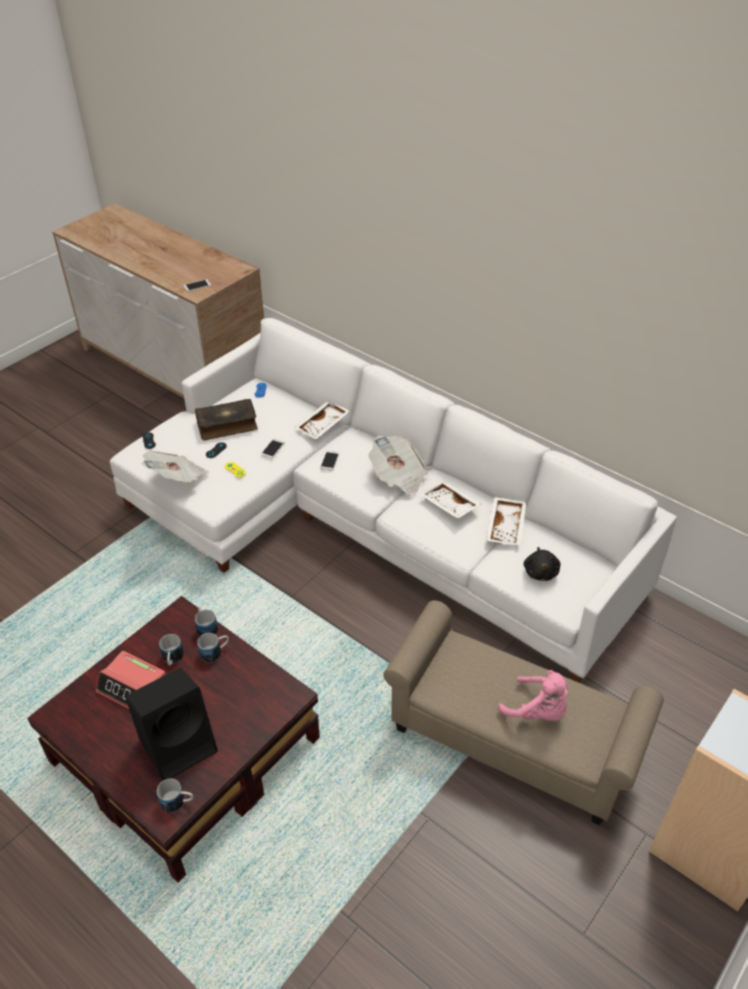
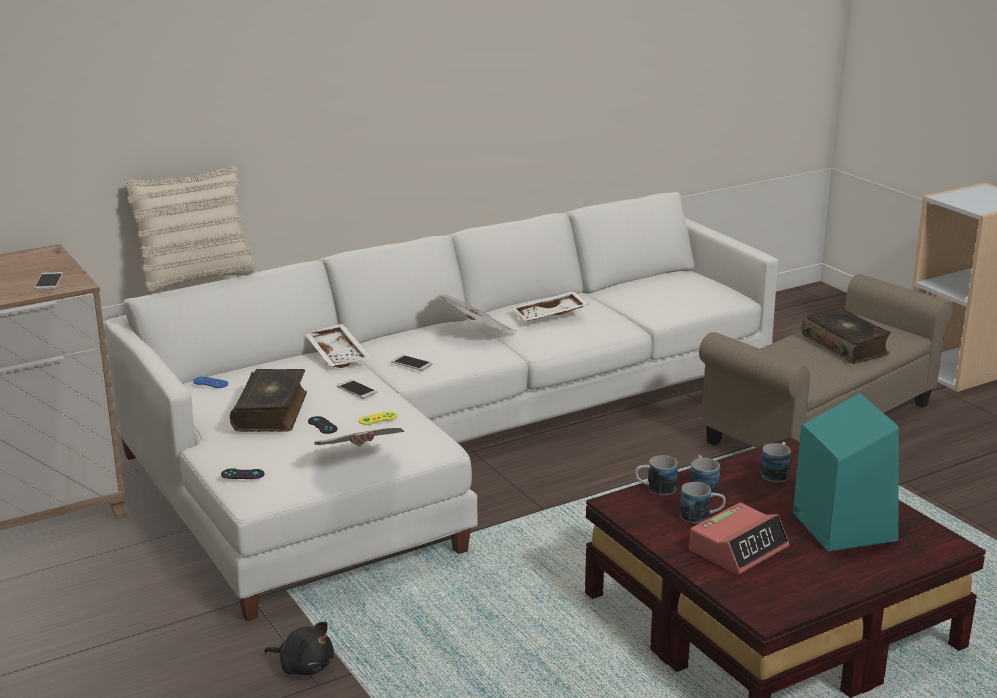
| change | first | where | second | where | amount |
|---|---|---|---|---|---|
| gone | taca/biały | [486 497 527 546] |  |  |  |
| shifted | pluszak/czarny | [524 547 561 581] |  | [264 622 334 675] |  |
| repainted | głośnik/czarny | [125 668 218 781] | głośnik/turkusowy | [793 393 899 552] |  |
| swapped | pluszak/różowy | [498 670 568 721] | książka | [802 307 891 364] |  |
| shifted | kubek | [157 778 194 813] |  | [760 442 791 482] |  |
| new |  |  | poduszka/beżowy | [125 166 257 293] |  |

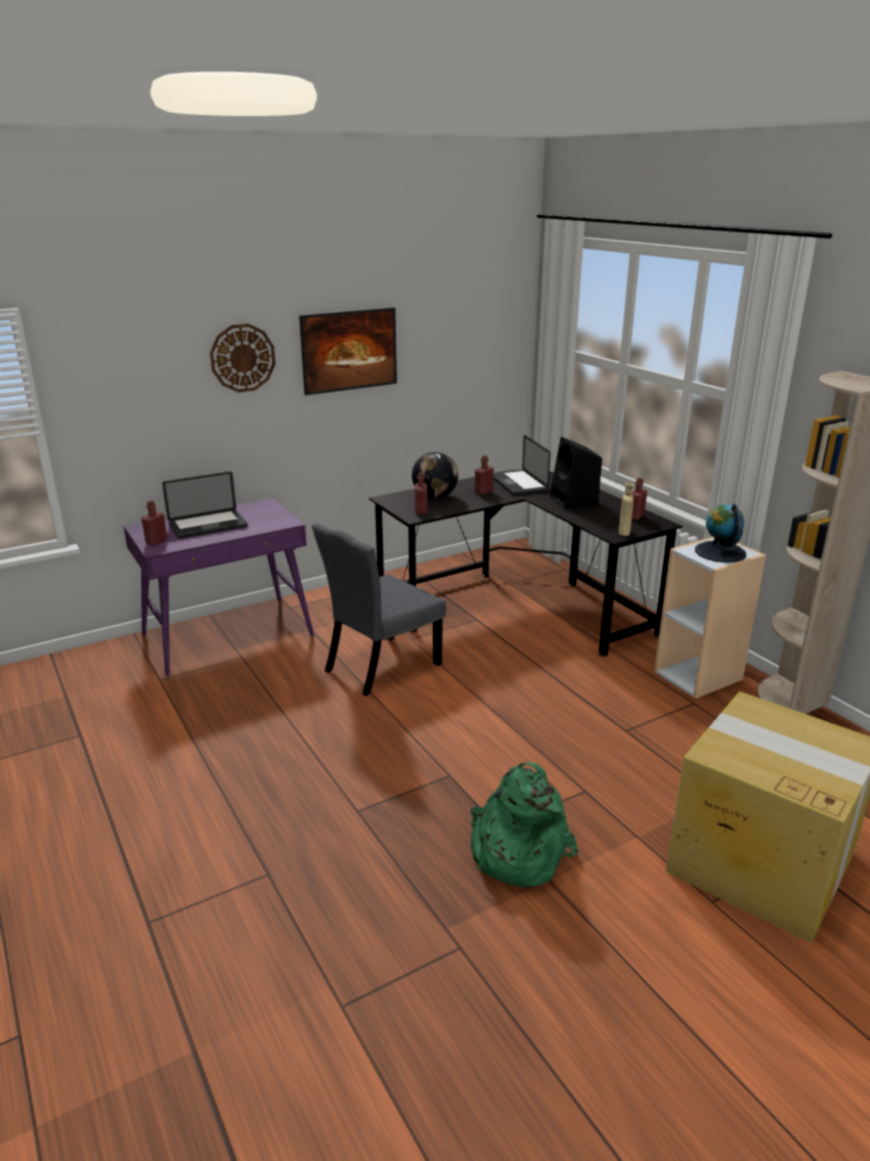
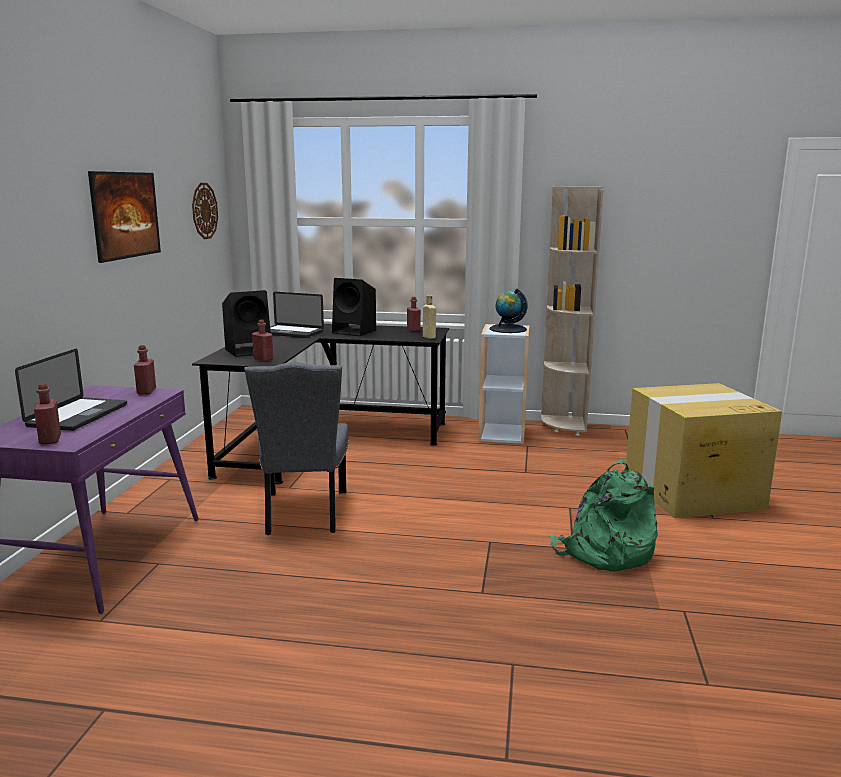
| change | first | where | second | where | amount |
|---|---|---|---|---|---|
| shifted | zegar ścienny | [210 324 276 392] |  | [192 183 218 239] |  |
| swapped | globus | [412 452 458 499] | głośnik/czarny | [222 290 271 357] |  |
| shifted | butelka/czerwony | [475 455 494 495] |  | [134 345 156 395] |  |

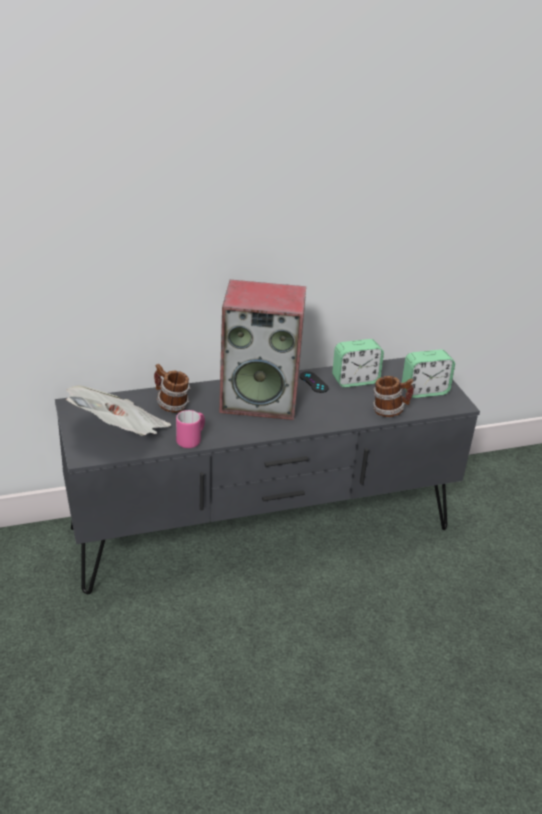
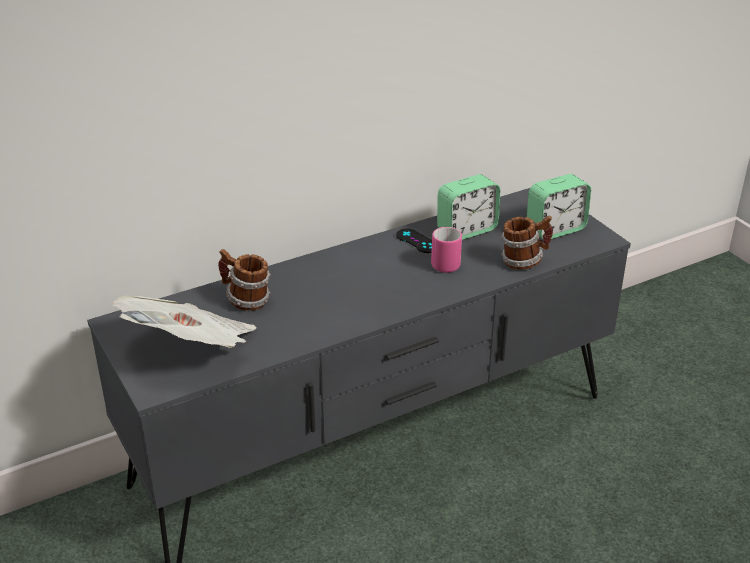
| change | first | where | second | where | amount |
|---|---|---|---|---|---|
| gone | głośnik | [219 280 306 420] |  |  |  |
| shifted | kubek/różowy | [176 410 205 448] |  | [431 227 462 273] |  |

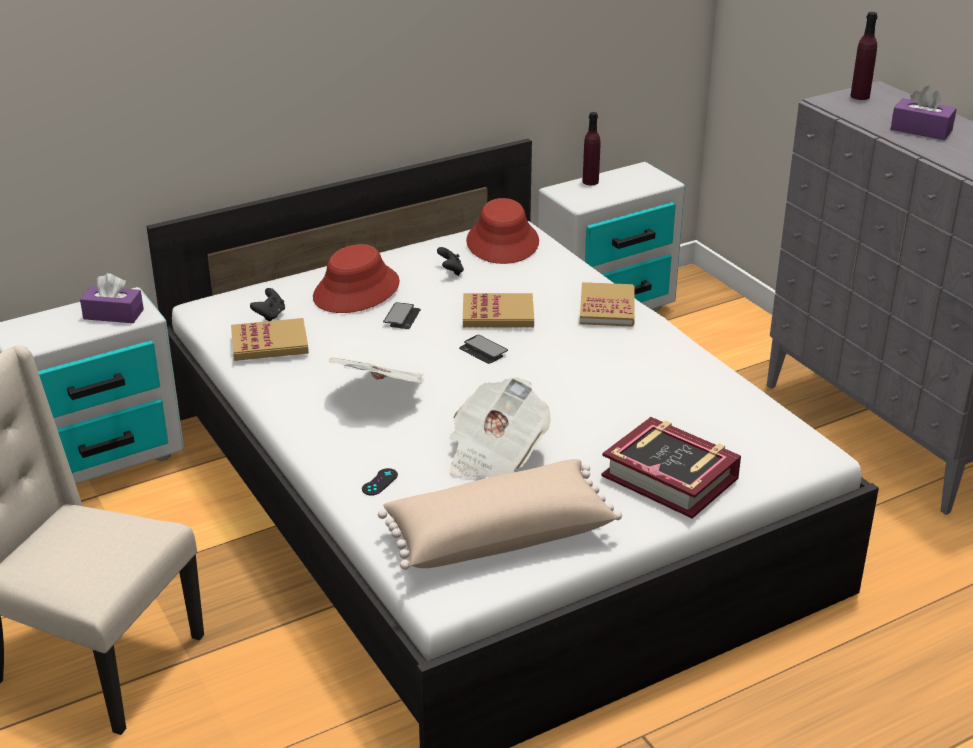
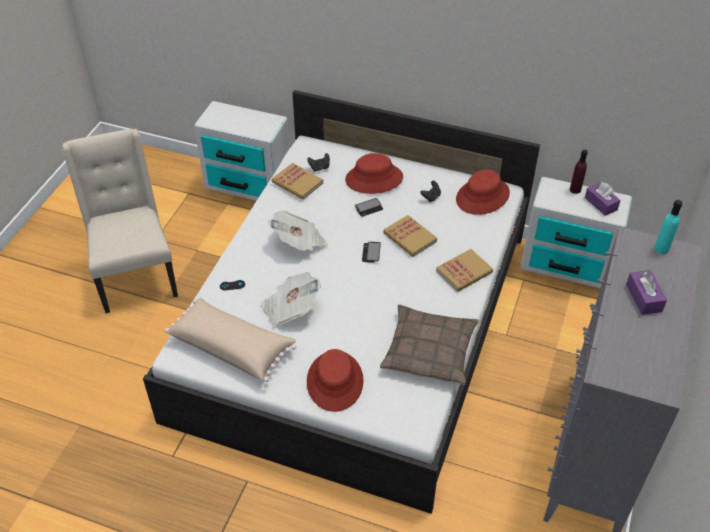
| change | first | where | second | where | amount |
|---|---|---|---|---|---|
| repainted | butelka/fioletowy | [850 12 877 100] | butelka/turkusowy | [654 200 682 254] |  |
| shifted | pudełko chusteczek/fioletowy | [80 273 144 323] |  | [585 182 621 216] |  |
| swapped | książka | [601 417 741 519] | kapelusz/czerwony | [307 349 364 412] |  |
| new |  |  | poduszka | [380 304 479 385] |  |

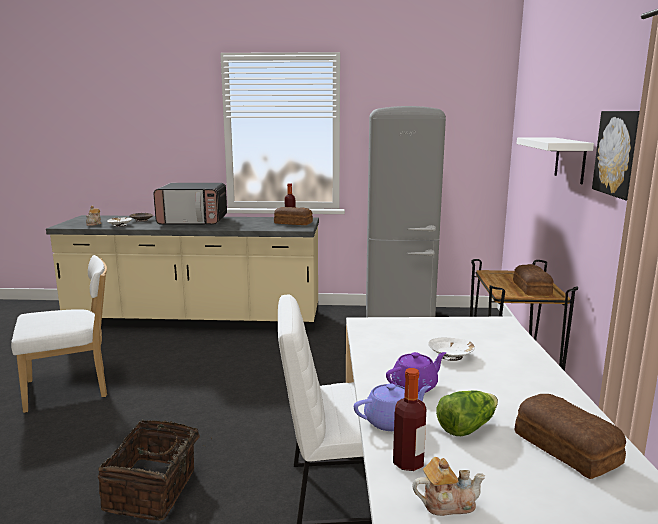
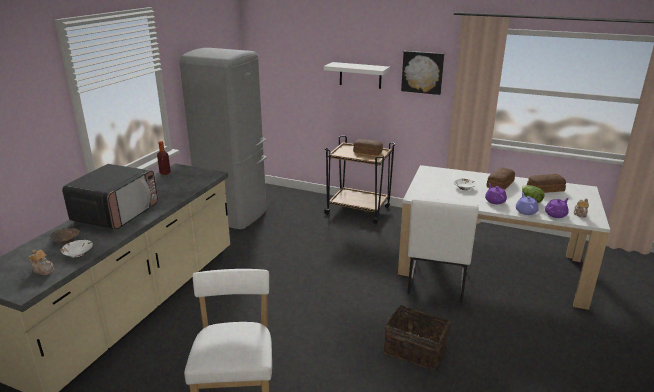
| change | first | where | second | where | amount |
|---|---|---|---|---|---|
| shifted | chleb | [274 207 313 225] |  | [486 167 515 190] |  |
| swapped | butelka | [393 368 426 471] | imbryk/fioletowy | [545 198 569 218] |  |

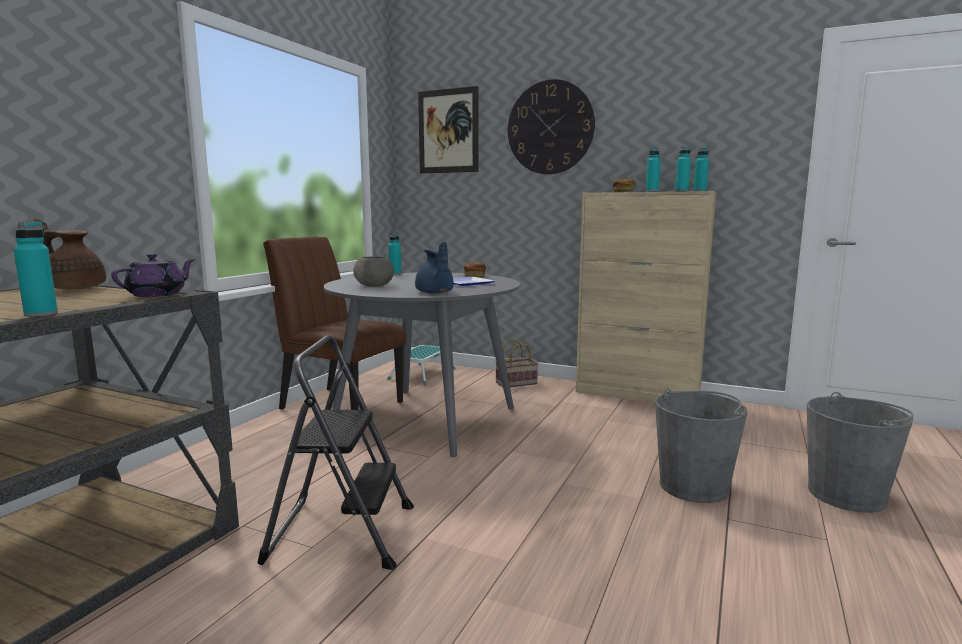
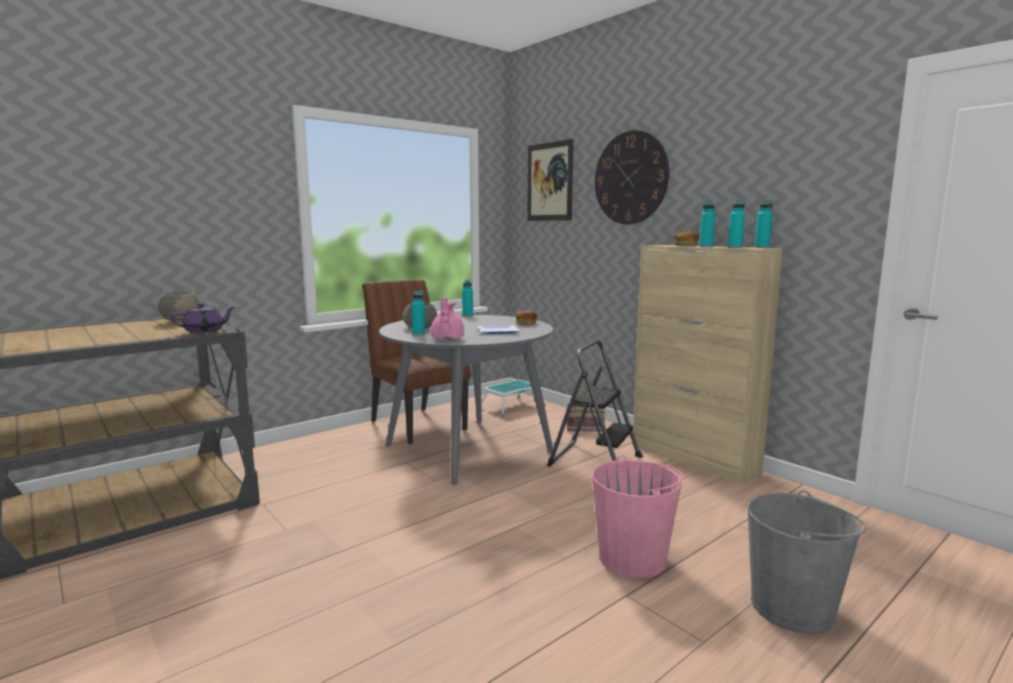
| change | first | where | second | where | amount |
|---|---|---|---|---|---|
| swapped | imbryk/brązowy | [34 218 106 289] | miska/szary | [158 292 201 321] |  |
| shifted | butelka/turkusowy | [14 222 58 317] |  | [411 291 425 335] |  |
| repainted | imbryk/niebieski | [415 242 454 293] | imbryk/różowy | [431 297 464 340] |  |
| shifted | drabinka/czarny | [258 335 414 570] |  | [547 340 643 467] |  |
| repainted | wiadro/szary | [655 388 748 503] | wiadro/różowy | [592 455 683 578] |  |

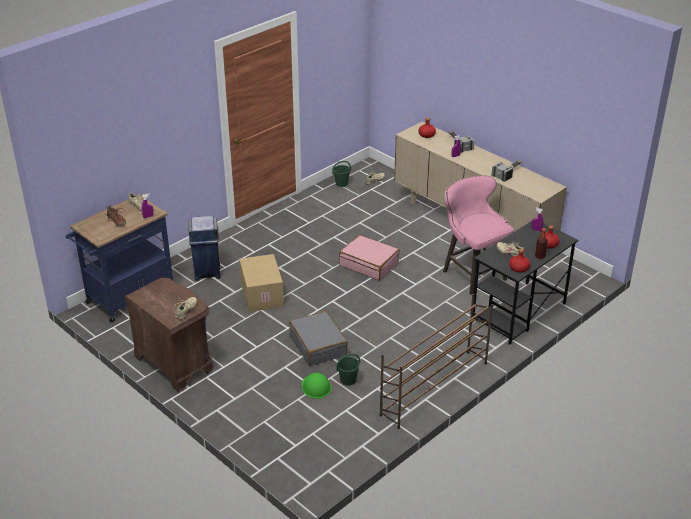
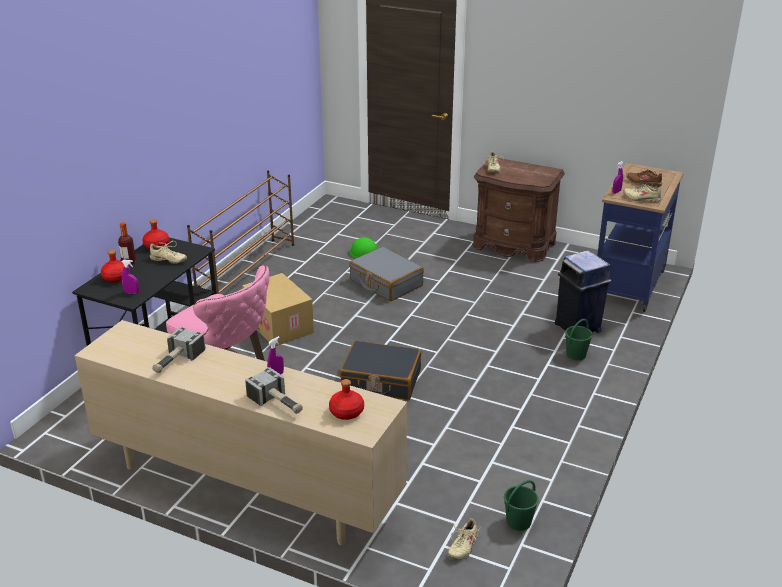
| change | first | where | second | where | amount |
|---|---|---|---|---|---|
| repainted | walizka/różowy | [339 235 400 280] | walizka/czarny | [340 341 421 400] |  |
| shifted | karton | [239 254 284 312] |  | [242 273 314 346] |  |
| shifted | wiadro/zielony | [336 354 360 386] |  | [565 319 593 360] |  |

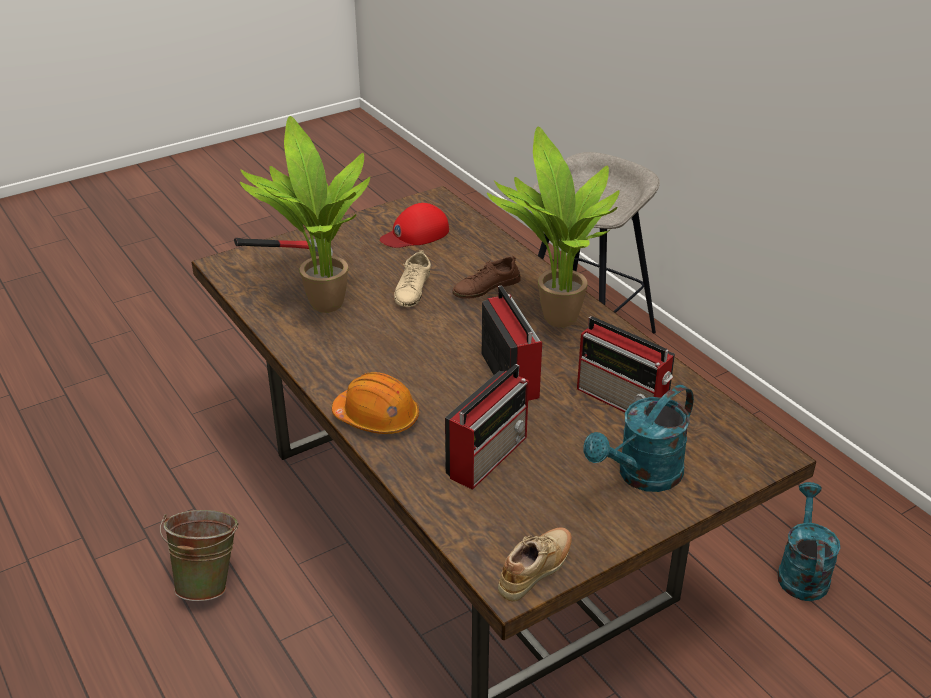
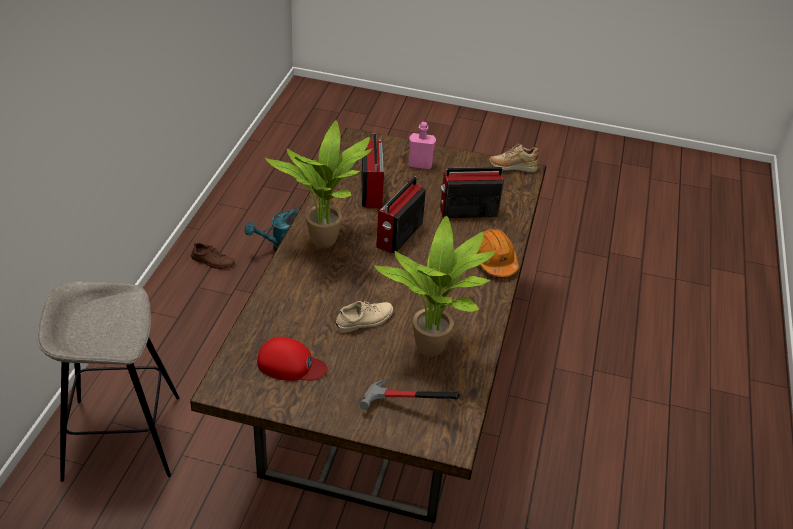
| change | first | where | second | where | amount |
|---|---|---|---|---|---|
| shifted | but/brązowy | [452 255 521 299] |  | [191 242 235 269] |  |
| swapped | konewka/turkusowy | [583 385 694 492] | butelka/różowy | [409 122 436 169] |  |
| gone | wiadro/zielony | [160 510 239 601] |  |  |  |

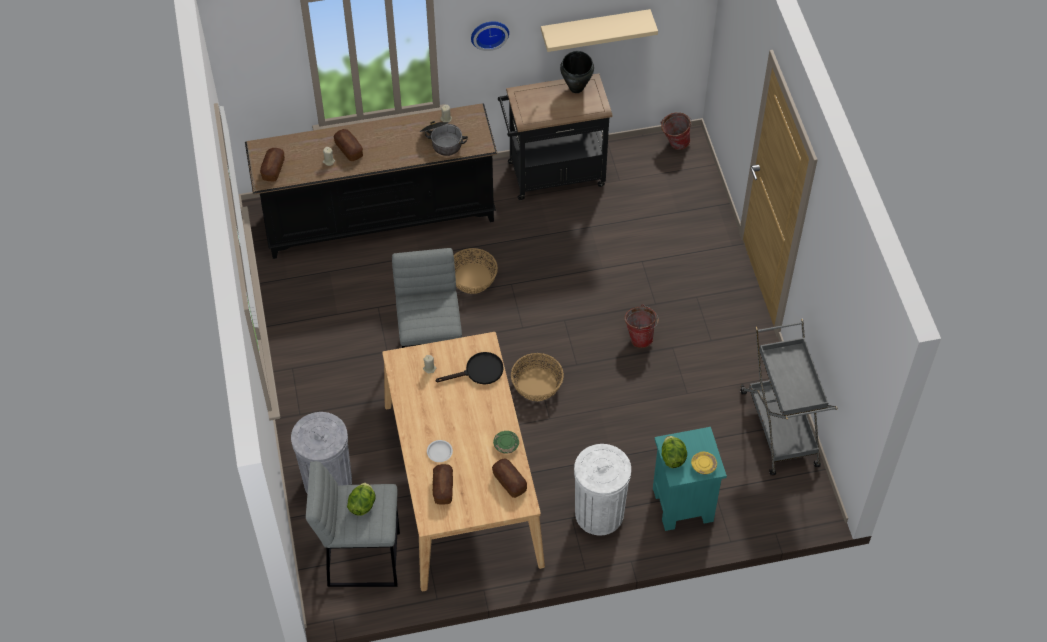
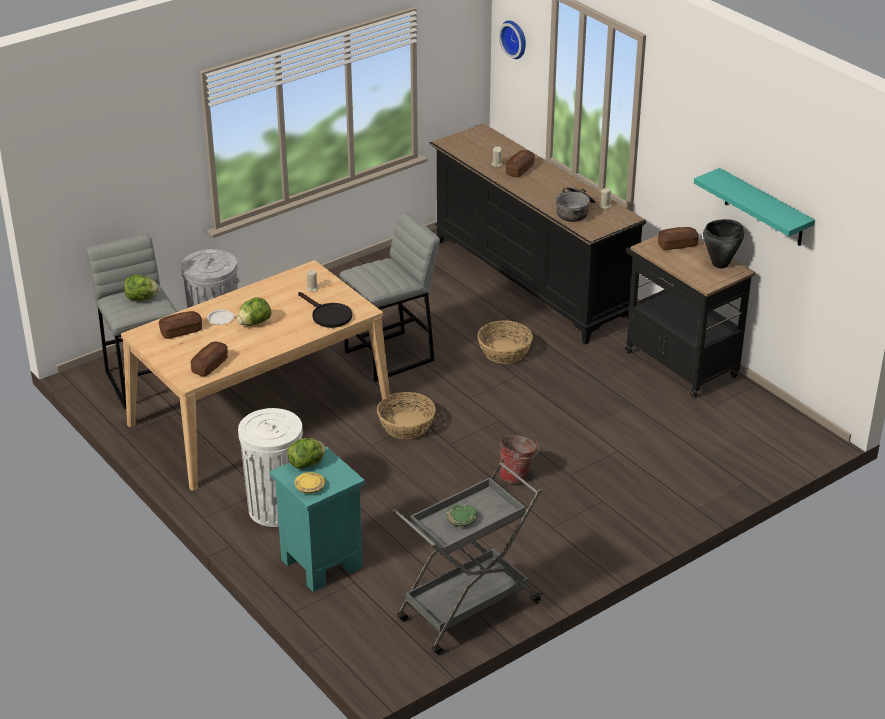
| change | first | where | second | where | amount |
|---|---|---|---|---|---|
| repainted | półka/beżowy | [541 9 658 52] | półka/turkusowy | [694 168 815 246] |  |
| shifted | zegar ścienny | [471 22 509 51] |  | [499 21 526 59] |  |
| gone | wiadro | [660 112 692 150] |  |  |  |
| shifted | chleb | [260 148 285 182] |  | [658 227 699 250] |  |
| shifted | talerz/zielony | [493 431 519 454] |  | [446 504 478 527] |  |
| new |  |  | sałata | [237 297 271 326] |  |

